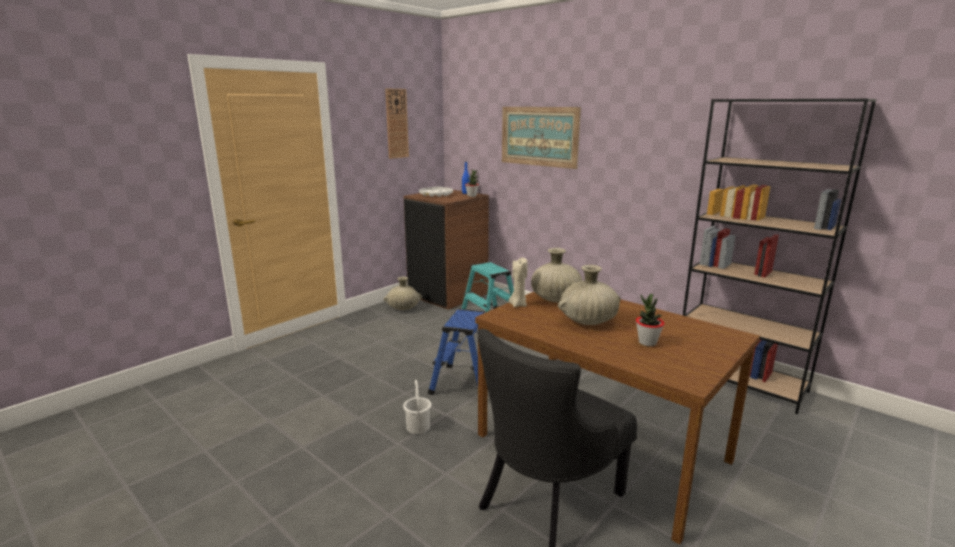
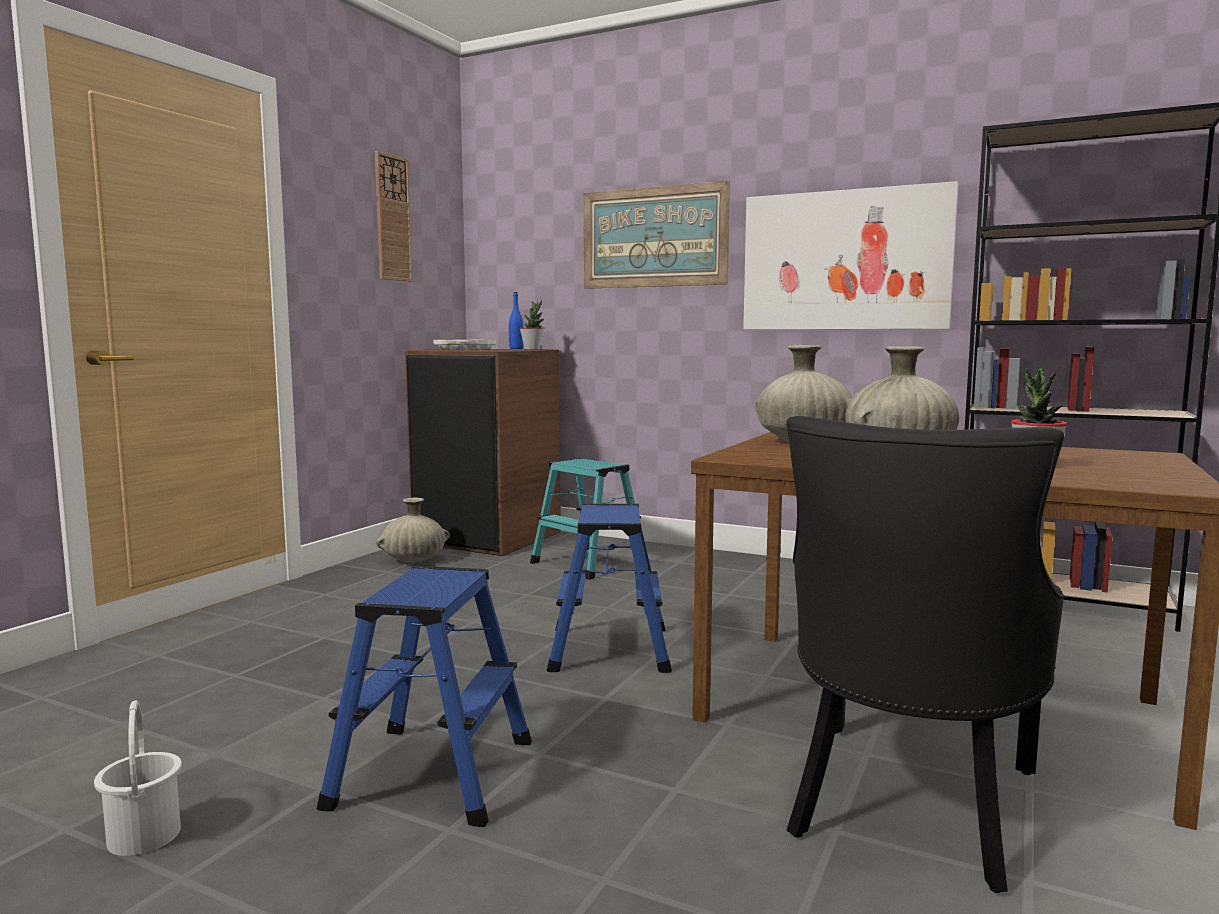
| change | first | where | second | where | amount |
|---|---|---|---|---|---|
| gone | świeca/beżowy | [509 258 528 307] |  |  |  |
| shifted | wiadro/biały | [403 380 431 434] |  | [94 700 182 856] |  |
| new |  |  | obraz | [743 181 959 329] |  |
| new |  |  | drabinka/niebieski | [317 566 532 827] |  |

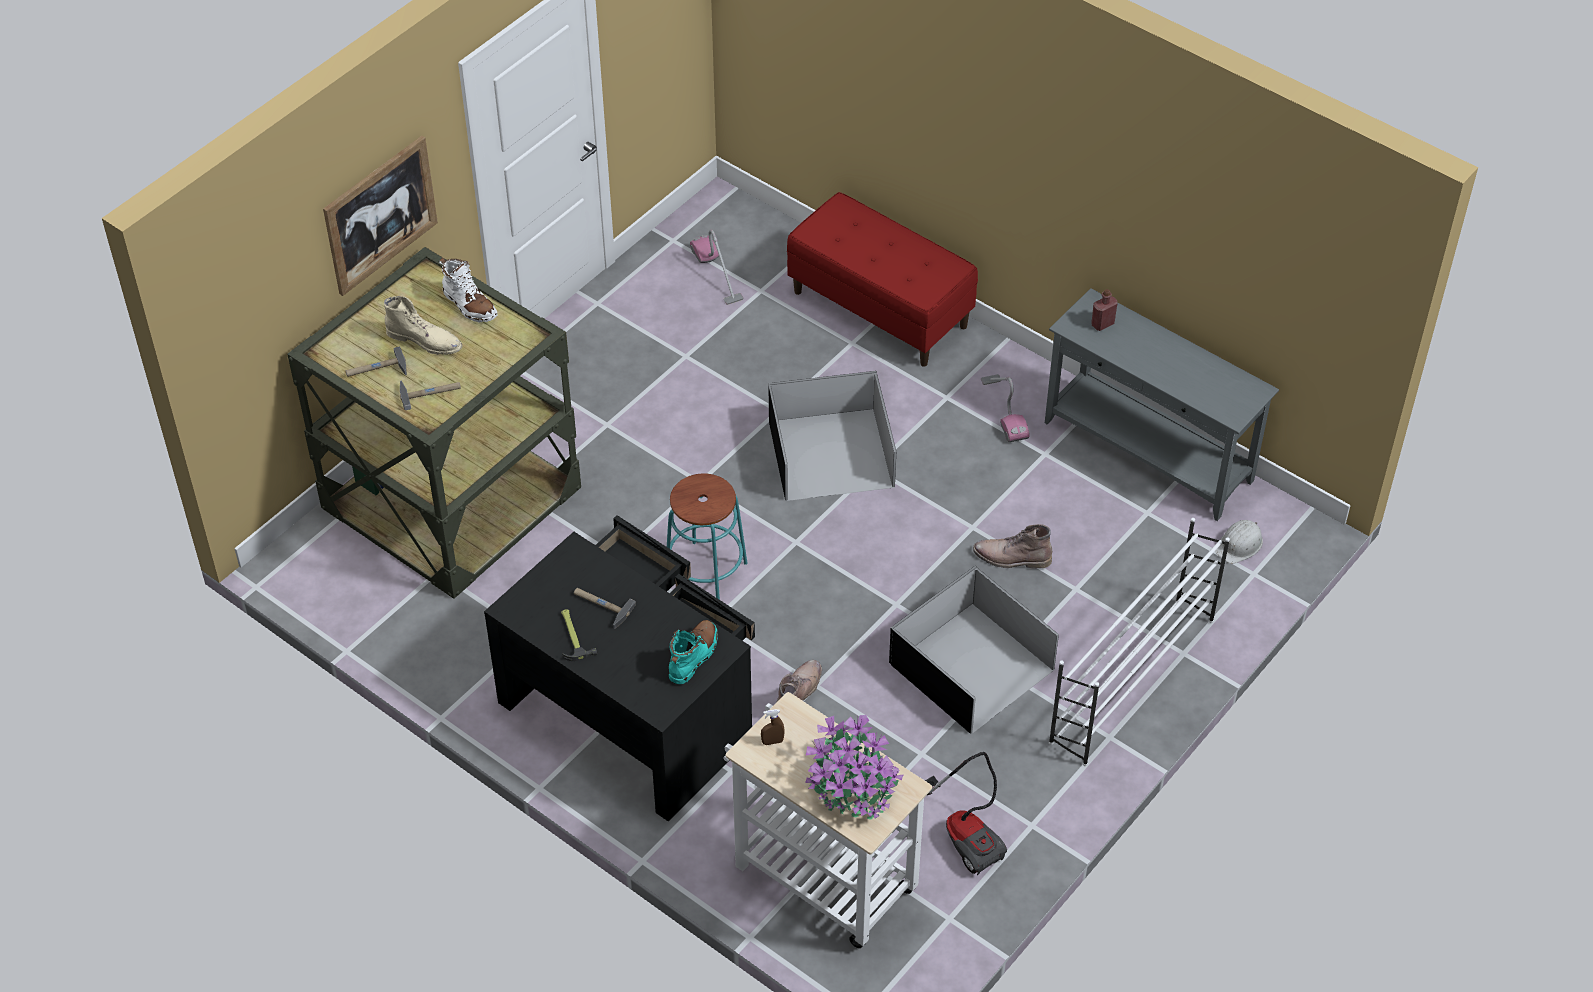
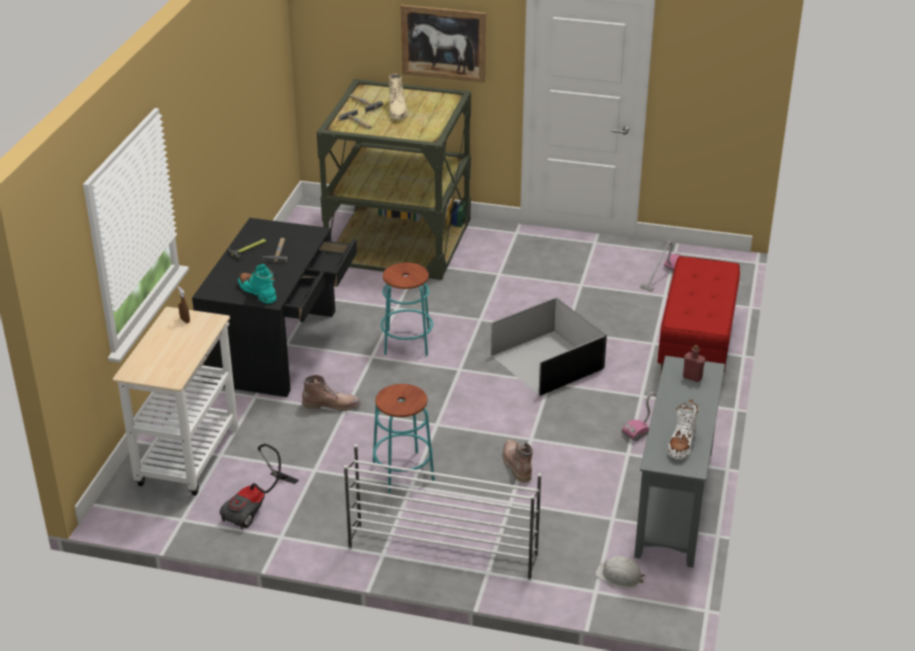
| change | first | where | second | where | amount |
|---|---|---|---|---|---|
| shifted | but z cholewką/biały | [439 258 498 323] |  | [668 400 699 459] |  |
| swapped | pojemnik do przechowywania/czarny | [889 566 1059 734] | stołek/turkusowy | [373 384 435 493] |  |
| rotated | but z cholewką/turkusowy | [669 620 718 684] |  | [238 264 277 304] | 135 degrees counterclockwise |
| gone | roślina doniczkowa | [805 715 904 820] |  |  |  |

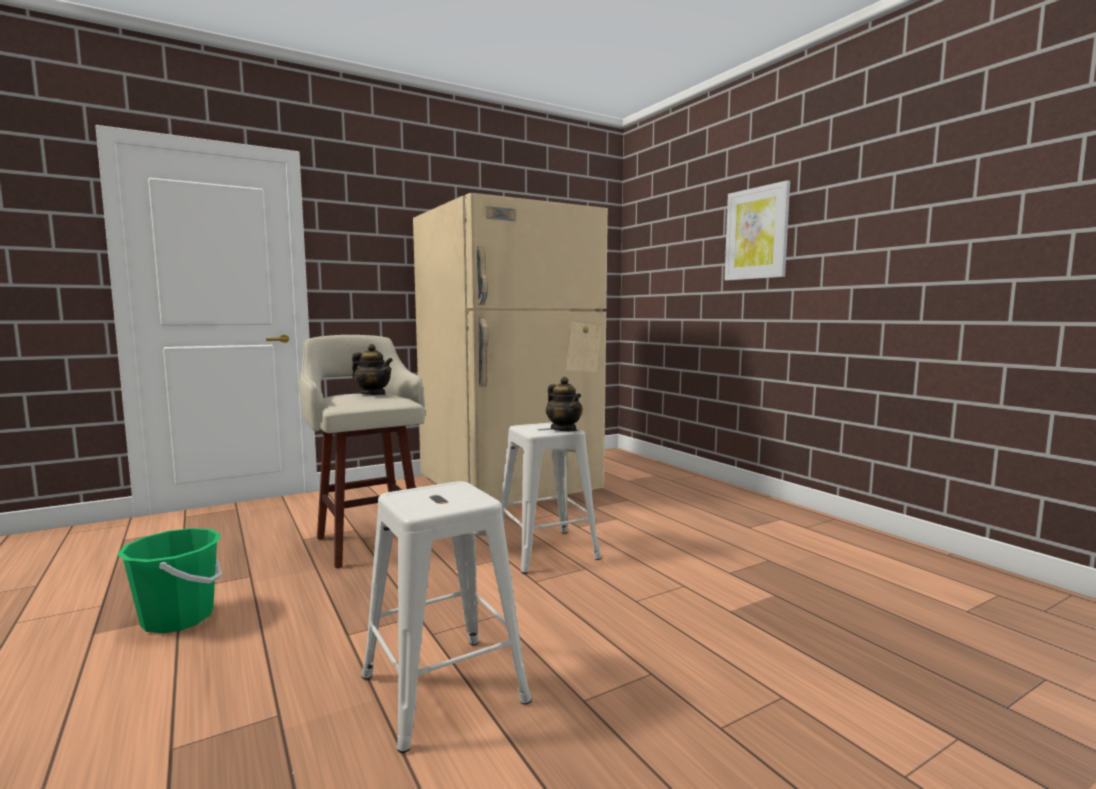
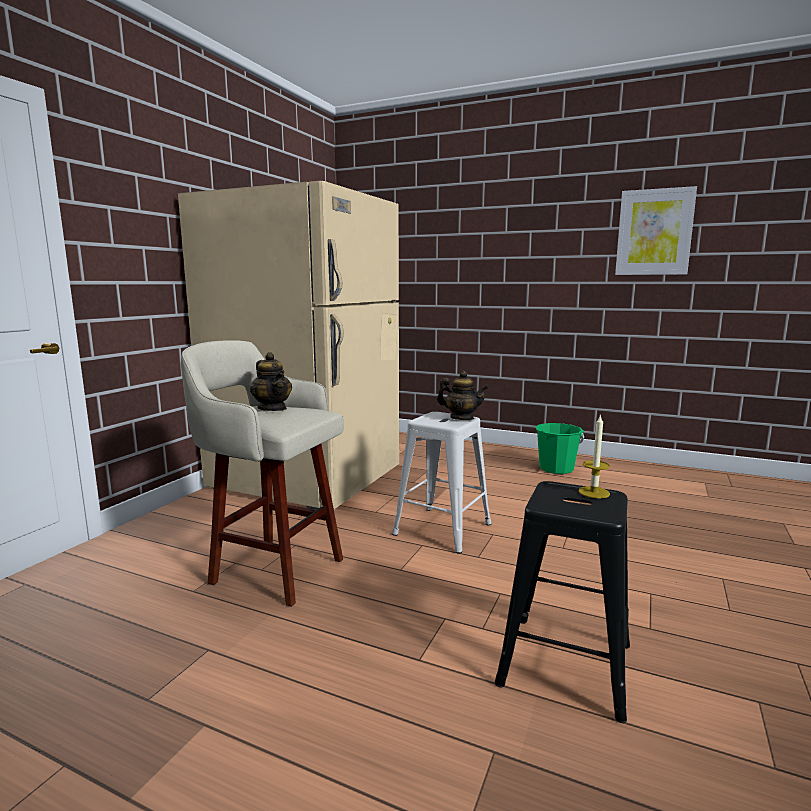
| change | first | where | second | where | amount |
|---|---|---|---|---|---|
| shifted | obraz | [724 180 790 281] |  | [615 186 697 275] |  |
| rotated | imbryk | [352 344 393 395] |  | [250 352 292 411] | 60 degrees clockwise |
| repainted | stołek/biały | [361 481 532 753] | stołek/czarny | [495 481 630 723] |  |
| shifted | wiadro/zielony | [117 528 222 633] |  | [536 423 584 474] |  |
| new |  |  | świeca | [578 414 610 498] |  |

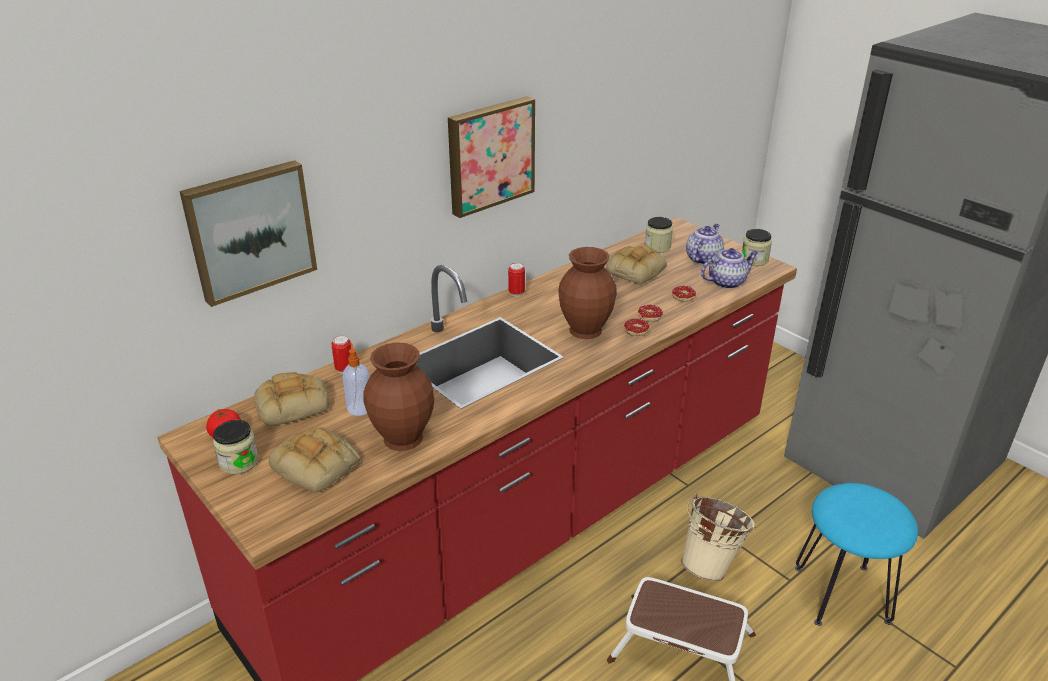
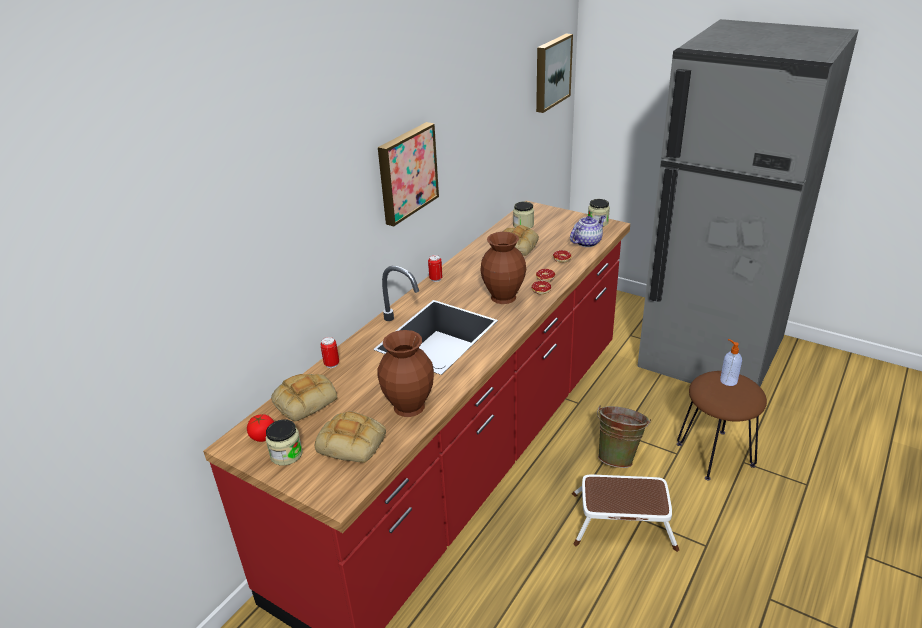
| change | first | where | second | where | amount |
|---|---|---|---|---|---|
| shifted | obraz | [179 160 317 307] |  | [536 34 573 113] |  |
| gone | imbryk | [686 224 724 265] |  |  |  |
| shifted | dozownik mydła | [343 343 369 416] |  | [720 339 742 386] |  |
| repainted | stołek/turkusowy | [795 483 918 626] | stołek/brązowy | [677 371 767 481] |  |
| repainted | wiadro/beżowy | [681 493 755 581] | wiadro/zielony | [597 405 651 468] |  |

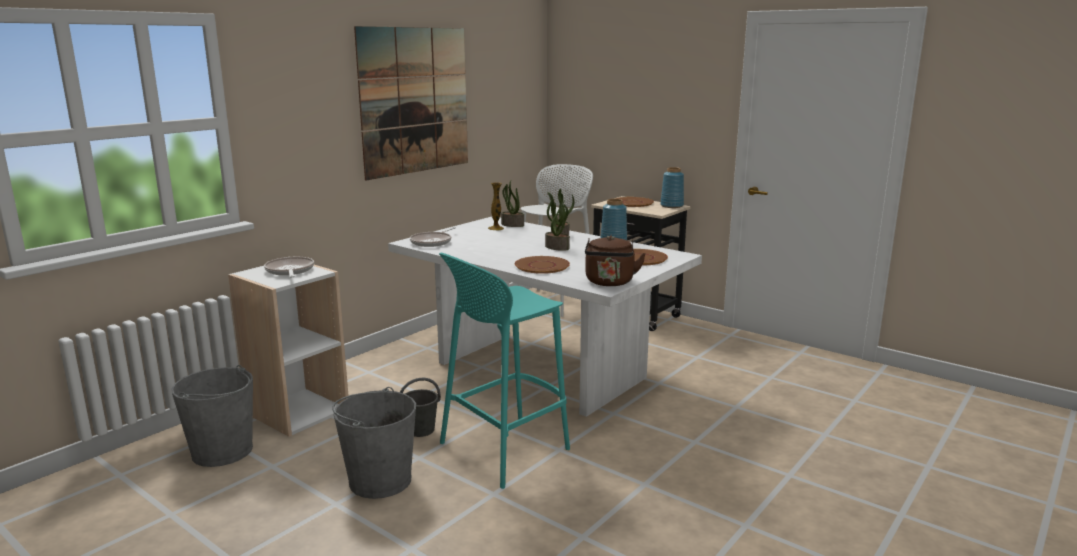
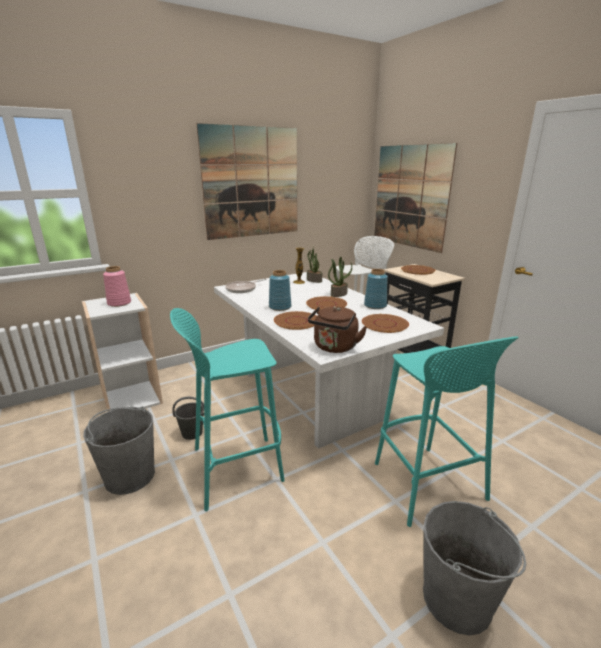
| change | first | where | second | where | amount |
|---|---|---|---|---|---|
| shifted | wazon/niebieski | [660 167 684 208] |  | [269 270 291 311] |  |
| swapped | roślina doniczkowa | [545 198 570 251] | talerz/brązowy | [306 296 347 310] |  |
| swapped | patelnia | [264 257 314 277] | wazon/różowy | [103 266 131 307] |  |
| shifted | wiadro/szary | [171 365 253 467] |  | [423 501 526 636] |  |
| new |  |  | obraz | [374 143 457 253] |  |
| new |  |  | stołek/turkusowy | [375 336 519 527] |  |

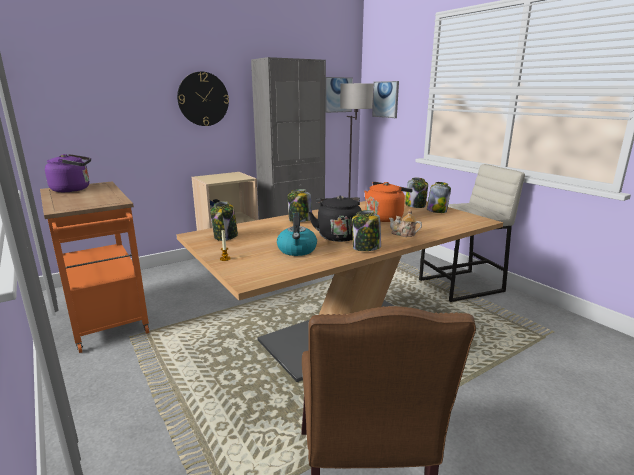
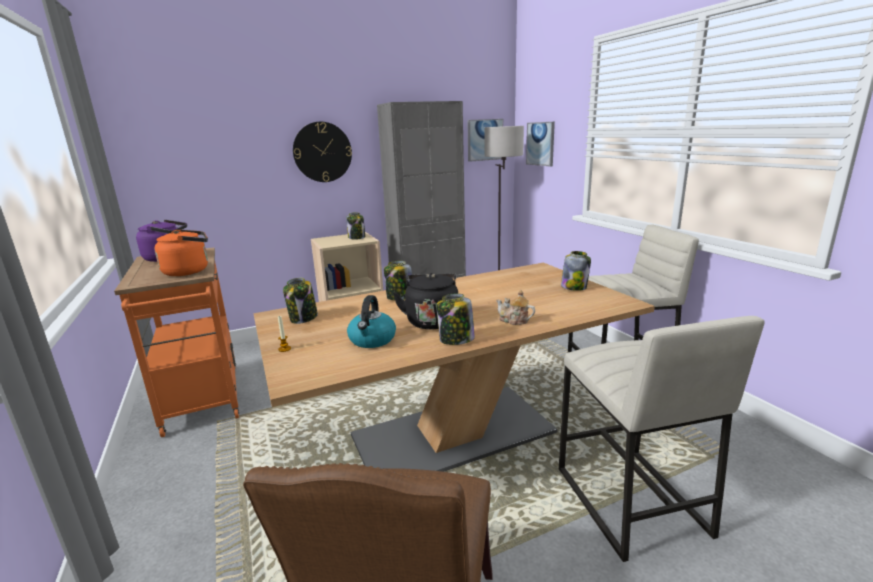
| change | first | where | second | where | amount |
|---|---|---|---|---|---|
| shifted | słoik | [405 178 428 208] |  | [346 212 365 240] |  |
| shifted | czajnik/pomarańczowy | [364 182 413 222] |  | [154 229 208 276] |  |
| new |  |  | stołek/beżowy | [559 316 765 562] |  |

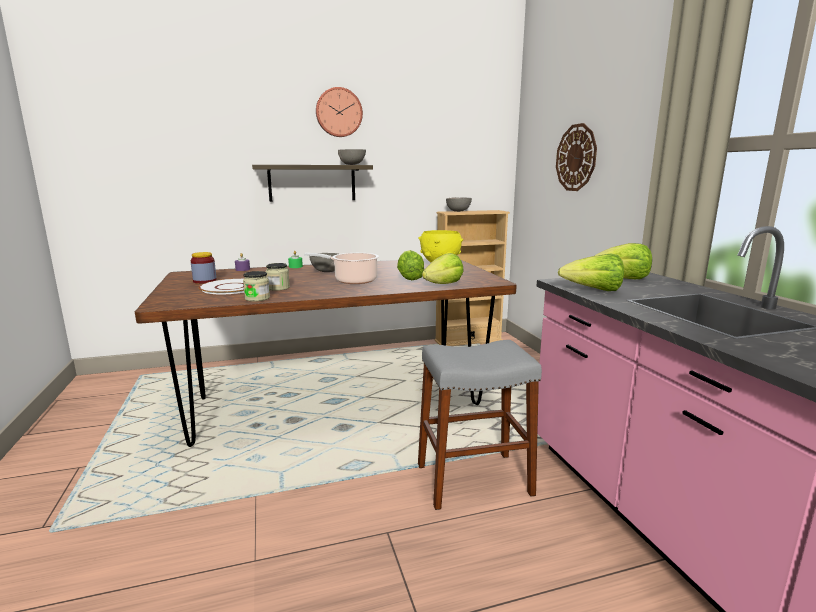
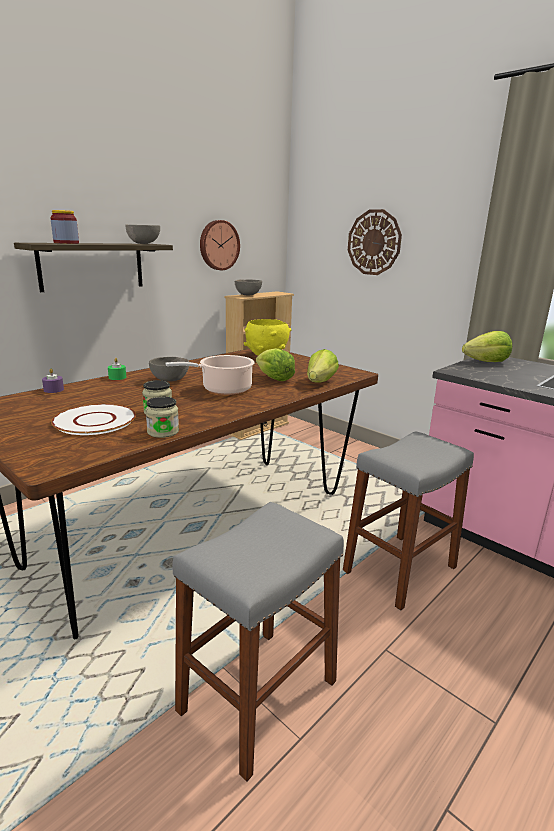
| change | first | where | second | where | amount |
|---|---|---|---|---|---|
| shifted | zegar ścienny | [316 87 363 137] |  | [200 220 240 270] |  |
| shifted | słoik | [190 252 217 284] |  | [50 210 79 244] |  |
| gone | sałata | [558 254 624 291] |  |  |  |
| new |  |  | stołek/szary | [172 502 344 782] |  |

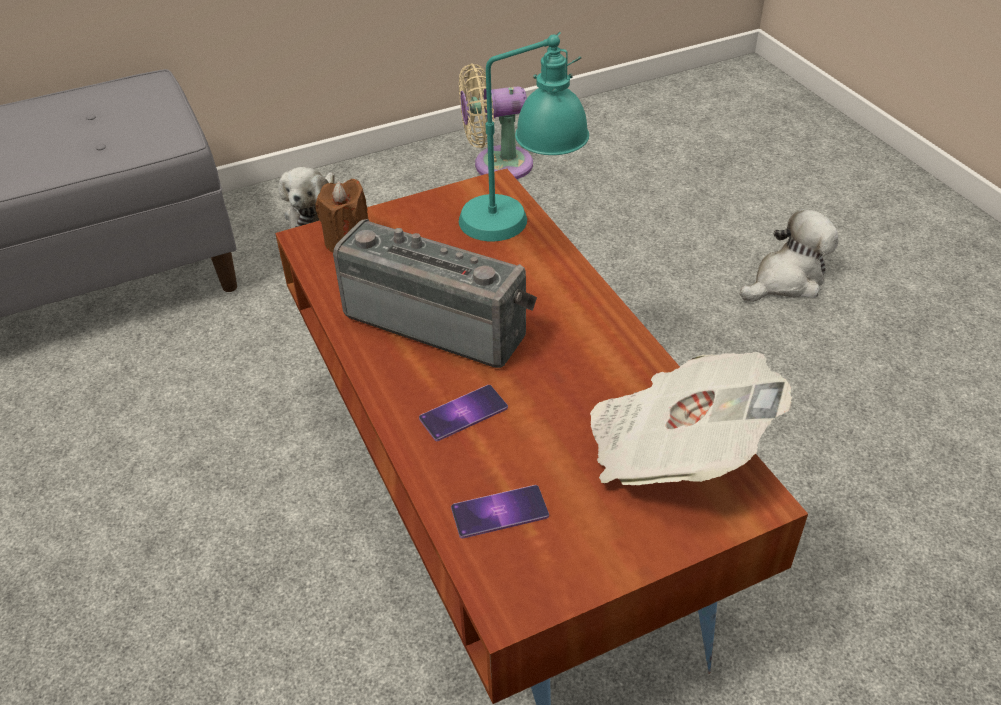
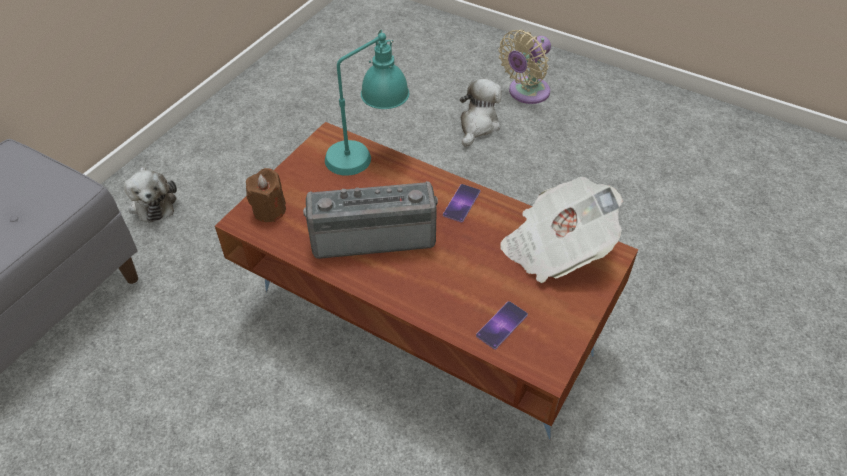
| change | first | where | second | where | amount |
|---|---|---|---|---|---|
| shifted | wentylator/beżowy | [459 63 533 179] |  | [498 30 551 104] |  |
| shifted | telefon | [419 385 508 441] |  | [443 184 480 223] |  |

